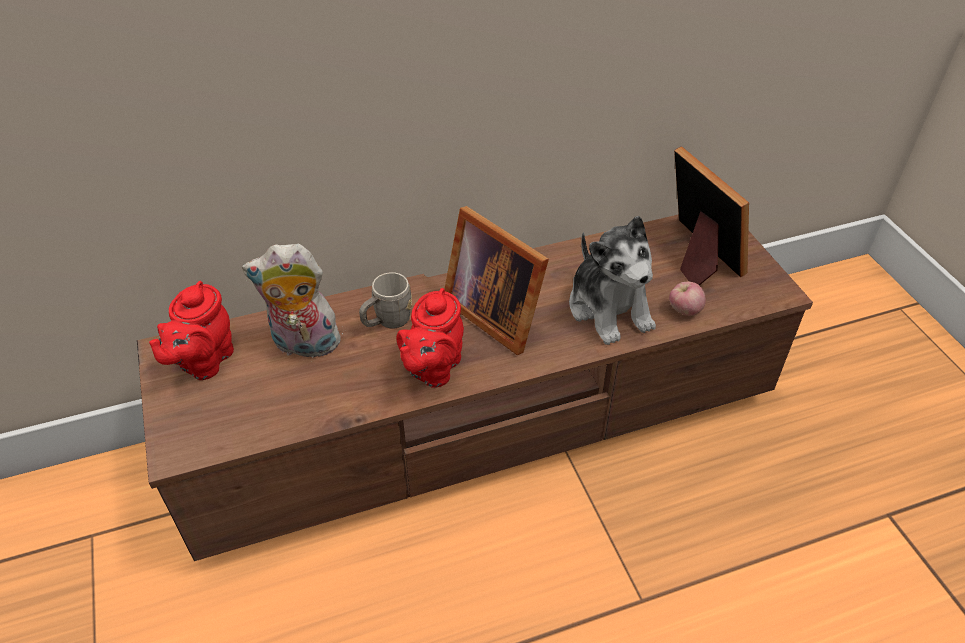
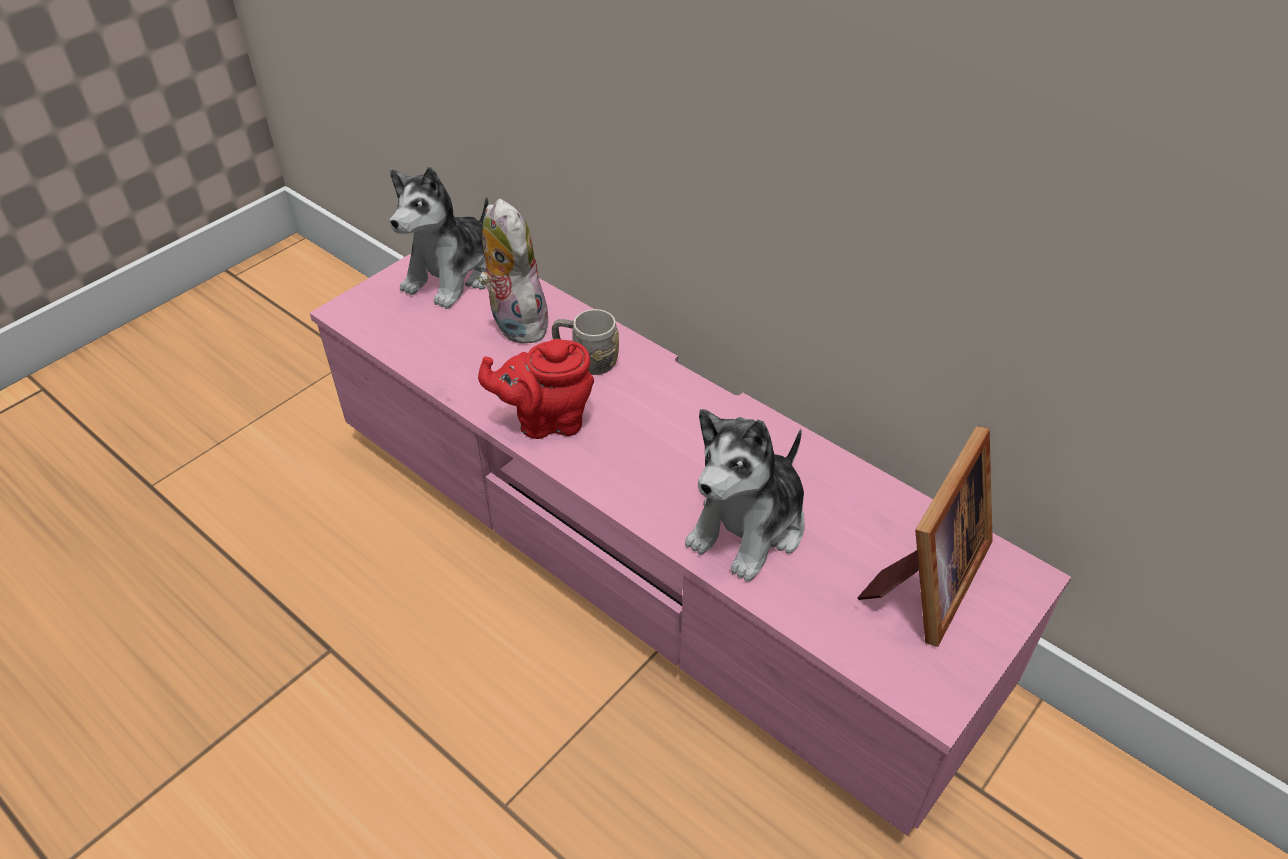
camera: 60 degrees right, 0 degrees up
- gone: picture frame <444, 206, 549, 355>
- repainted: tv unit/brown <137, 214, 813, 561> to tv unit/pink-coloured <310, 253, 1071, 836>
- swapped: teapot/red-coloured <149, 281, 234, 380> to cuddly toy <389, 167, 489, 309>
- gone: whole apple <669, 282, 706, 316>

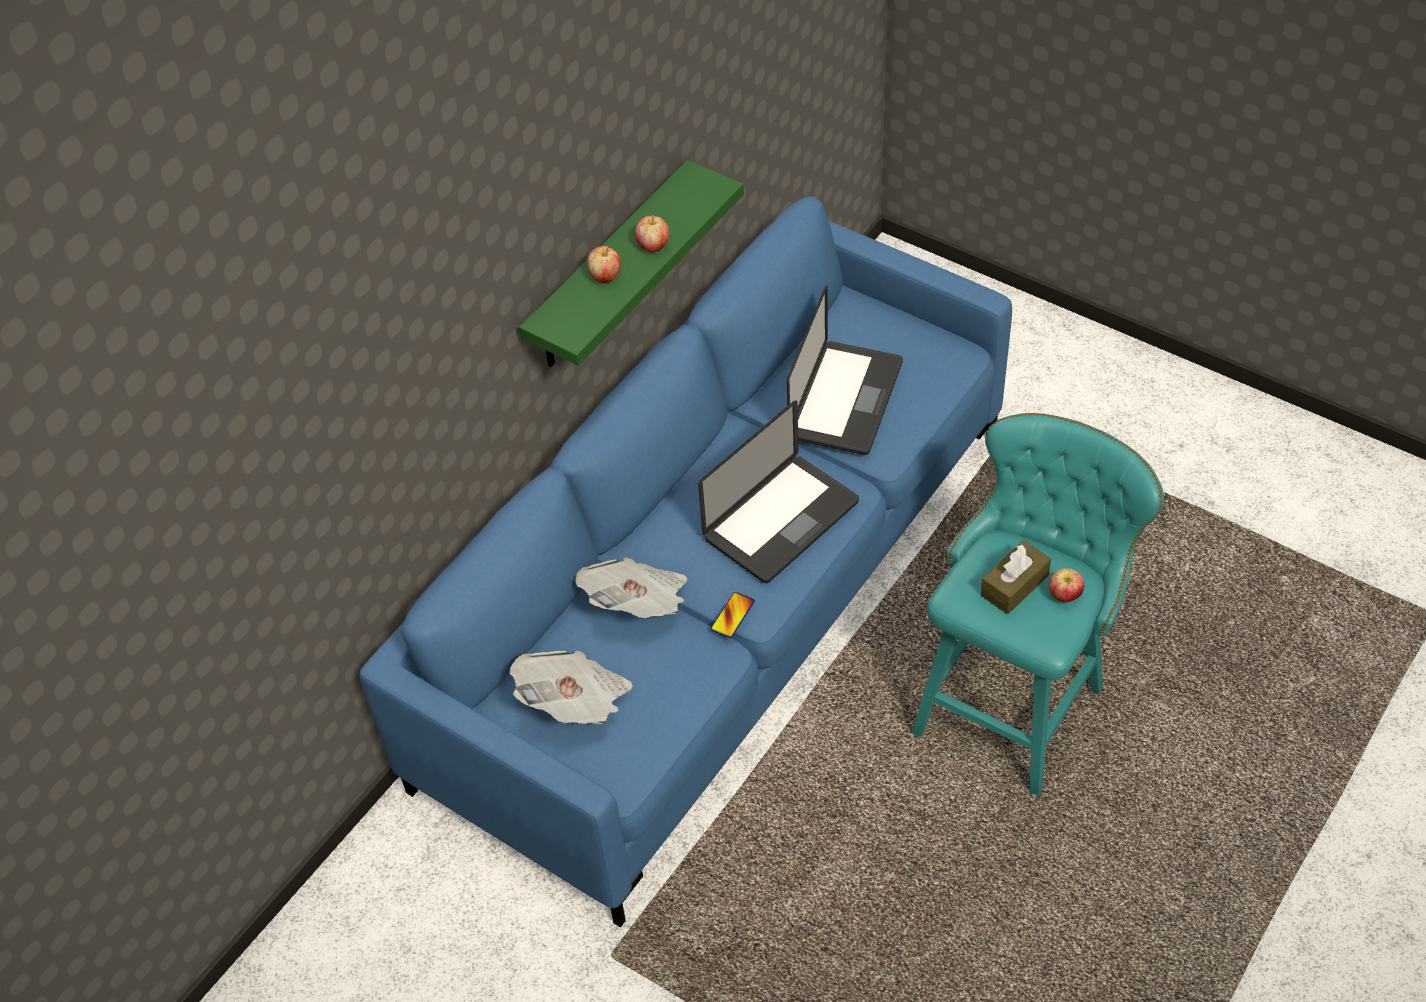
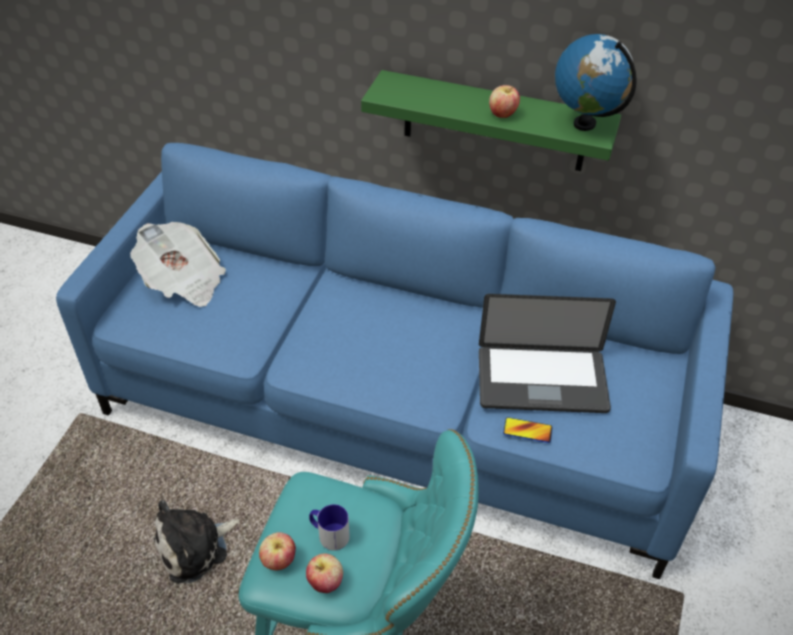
camera: 70 degrees right, 5 degrees down
- shifted: whole apple <587, 246, 621, 283> to <259, 532, 296, 570>
- gone: notebook computer <698, 400, 859, 583>
- swapped: tissue holder/brown <981, 540, 1051, 614> to coffee mug <309, 504, 350, 551>
- gone: newspaper <575, 557, 687, 618>
- shifted: phone <711, 592, 755, 638> to <503, 417, 553, 443>
- new: desk globe <555, 34, 637, 131>
- new: cuddly toy <154, 500, 239, 583>

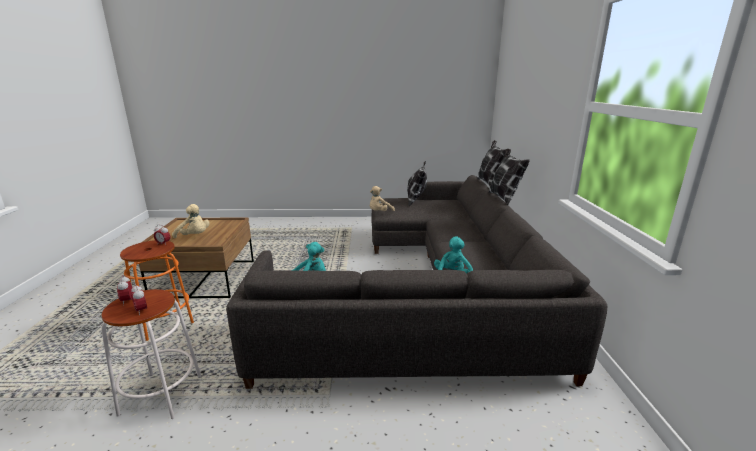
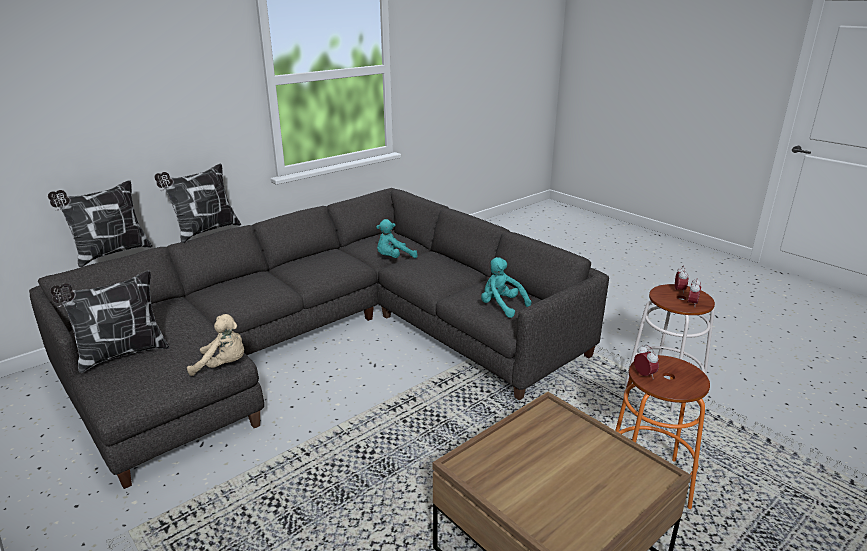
camera: 130 degrees left, 5 degrees up
- gone: cuddly toy/beige-coloured <172, 204, 210, 238>

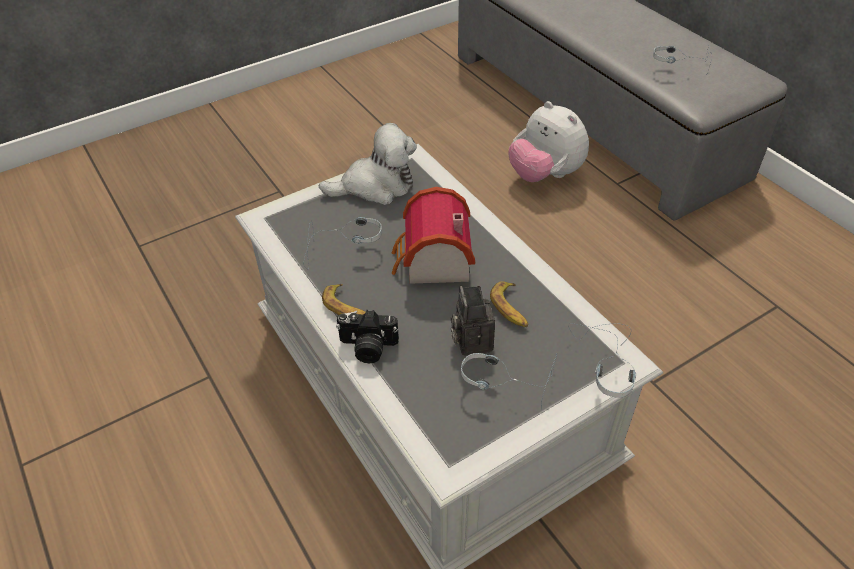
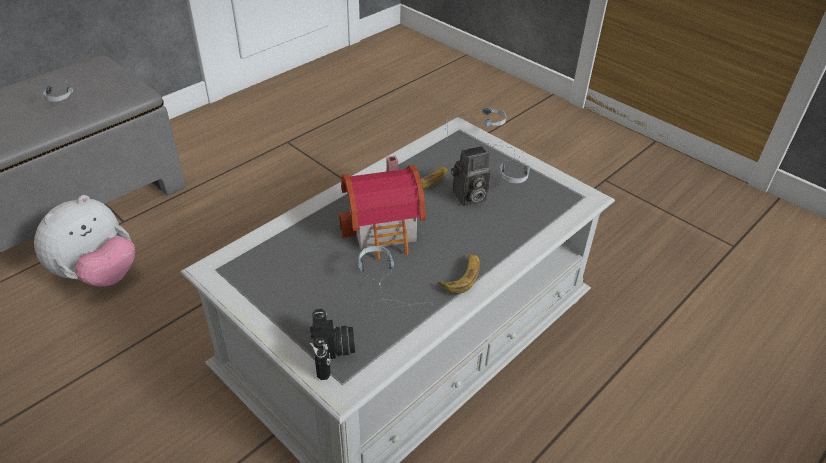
camera: 105 degrees left, 5 degrees down
- gone: cuddly toy <319, 123, 417, 205>
- shifted: still camera <336, 310, 399, 364> to <310, 309, 355, 380>

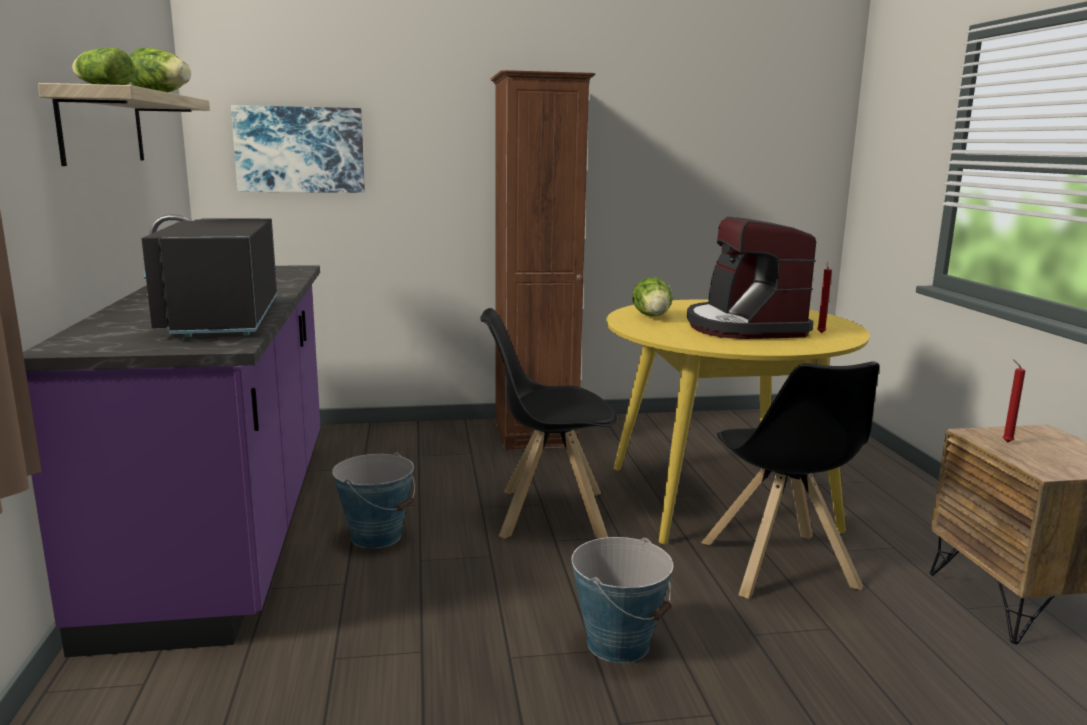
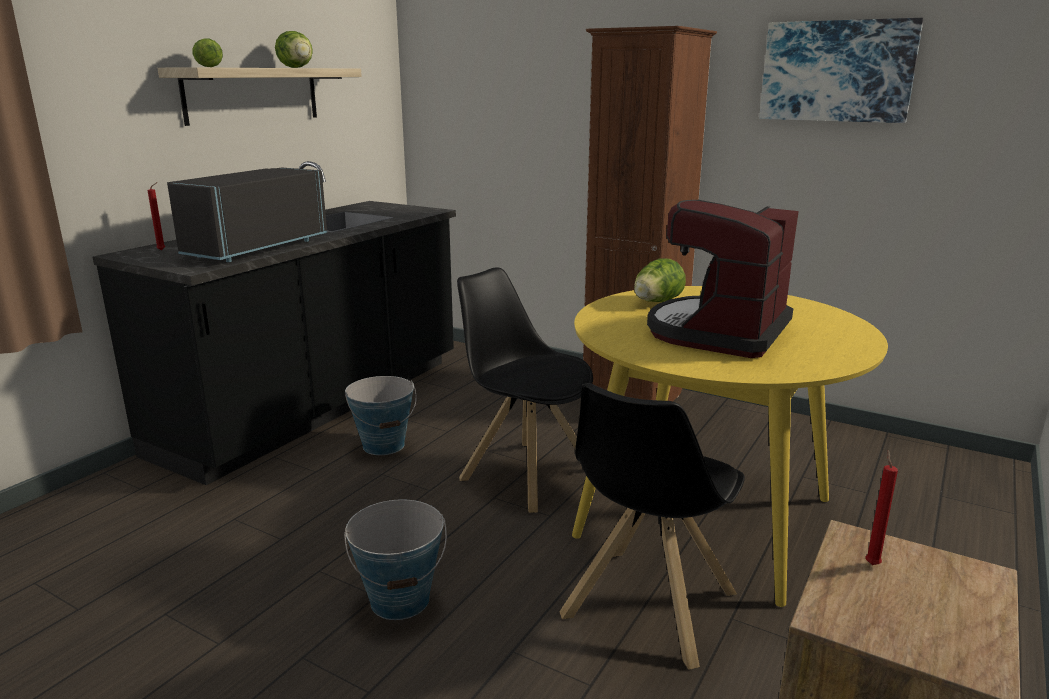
camera: 40 degrees right, 5 degrees up
- shifted: wall art <231, 105, 365, 193> to <759, 18, 924, 123>
- repainted: kitchen counter/purplish <23, 215, 321, 657> to kitchen counter/blackish <93, 161, 456, 485>
- shifted: wax candle/red-coloured <817, 261, 832, 333> to <147, 182, 165, 251>

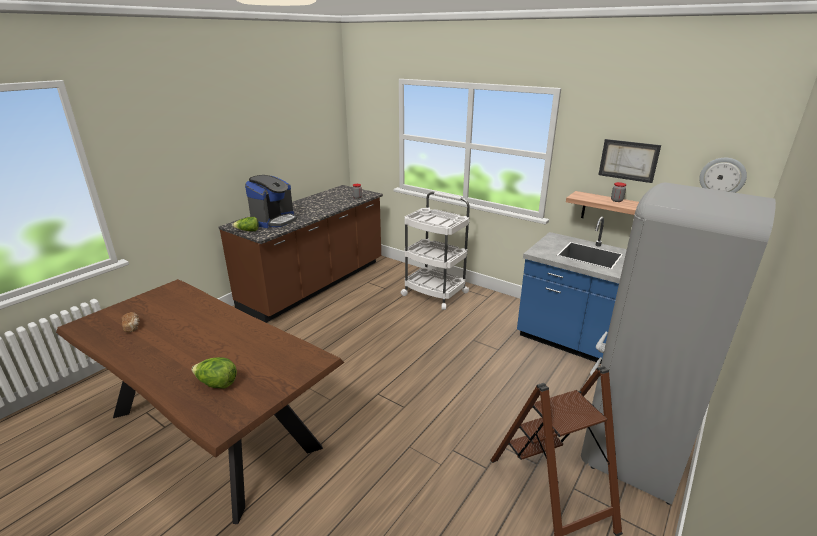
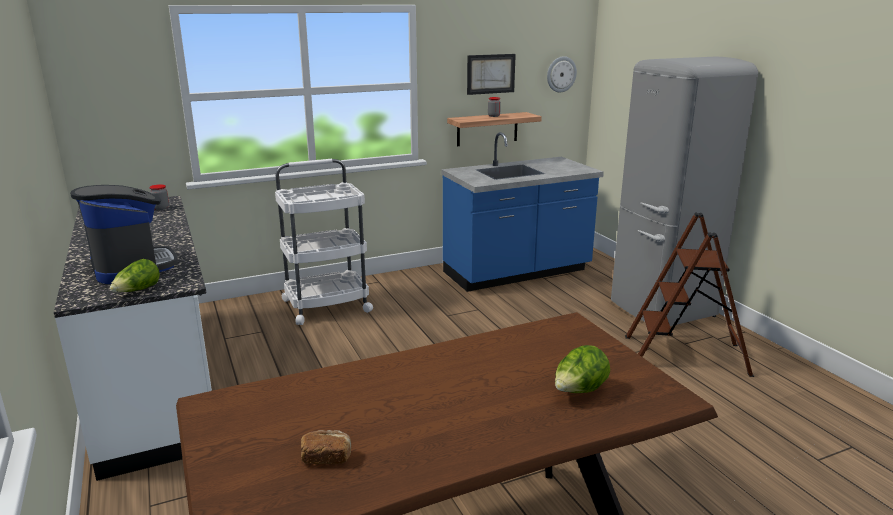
camera: 60 degrees left, 5 degrees down
- repainted: kitchen counter/brown <219, 185, 383, 323> to kitchen counter/white-coloured <54, 196, 212, 481>

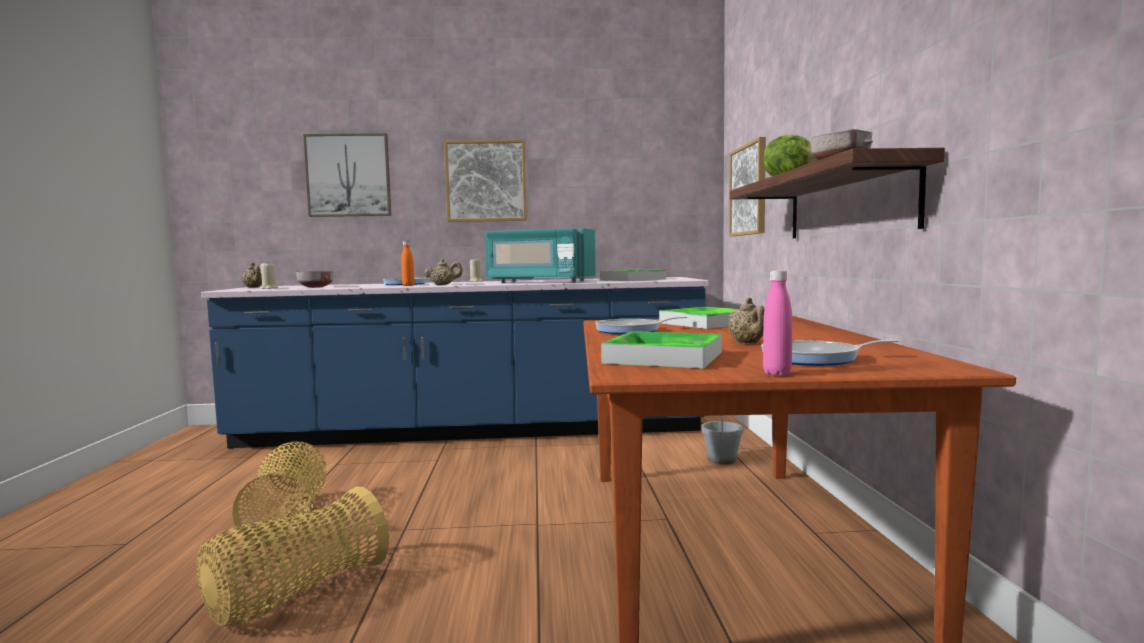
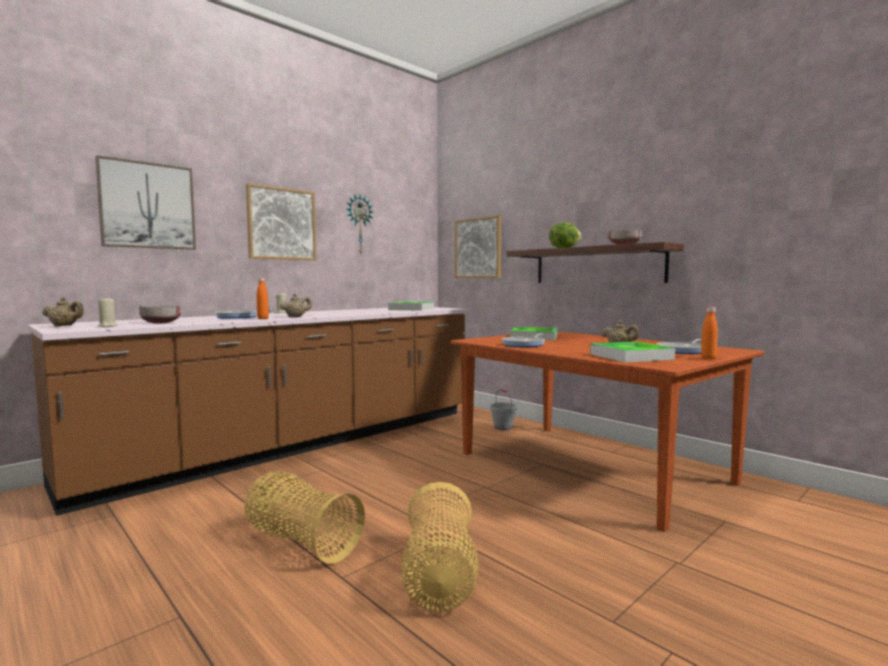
camera: 40 degrees left, 0 degrees up
- gone: kitchen microwave/blue-green <485, 228, 596, 283>
- repainted: drink bottle/pink-coloured <763, 270, 792, 376> to drink bottle/orange-coloured <701, 307, 718, 359>
- repainted: kitchen counter/blue-coloured <201, 277, 709, 448> to kitchen counter/brown <28, 307, 469, 516>
- new: hanging clock <346, 194, 373, 254>

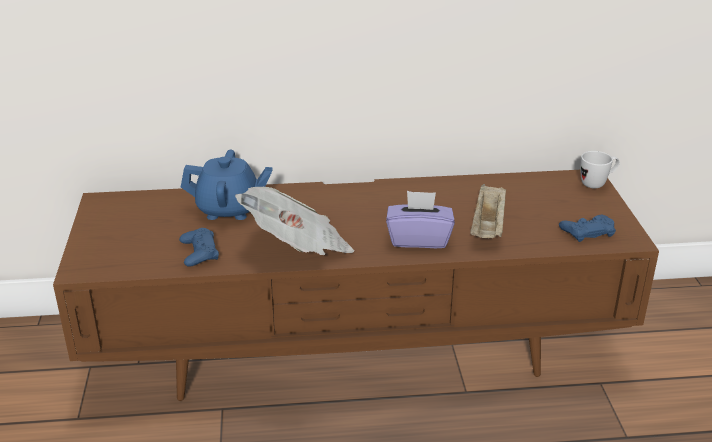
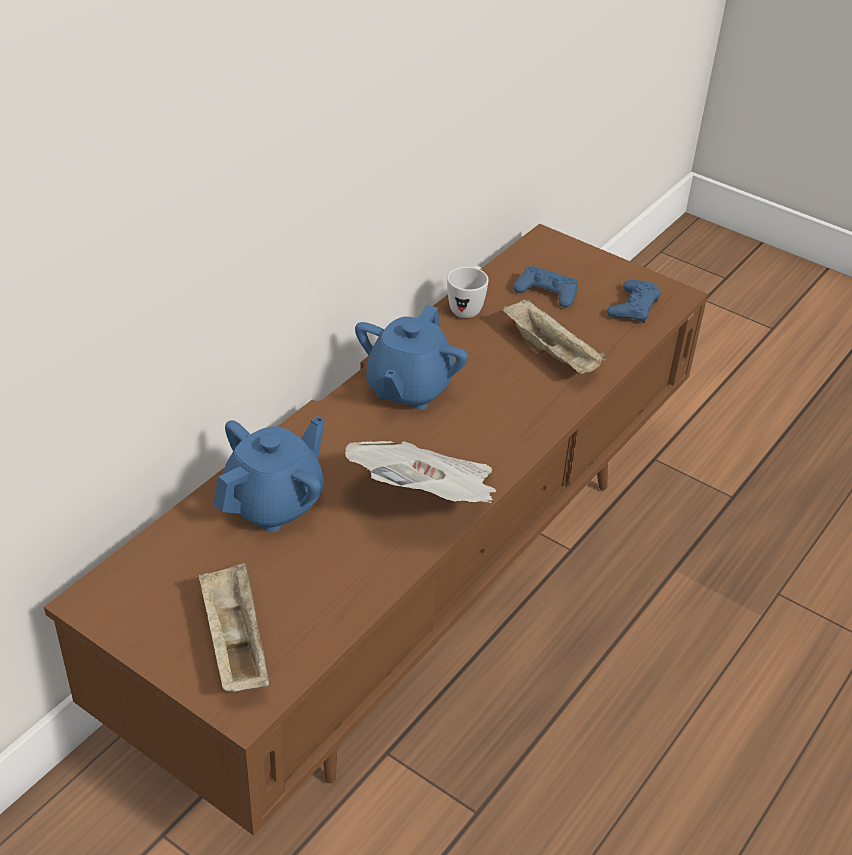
camera: 50 degrees left, 10 degrees up
- shifted: coffee mug/white-coloured <580, 151, 620, 188> to <447, 266, 489, 318>
- gone: tissue holder/purplish <386, 191, 455, 248>
- shifted: game controller/blue-coloured <179, 228, 219, 267> to <513, 266, 578, 307>
- new: teapot/blue-coloured <355, 305, 468, 410>
- new: carrying tray/beige-coloured <199, 562, 269, 692>

